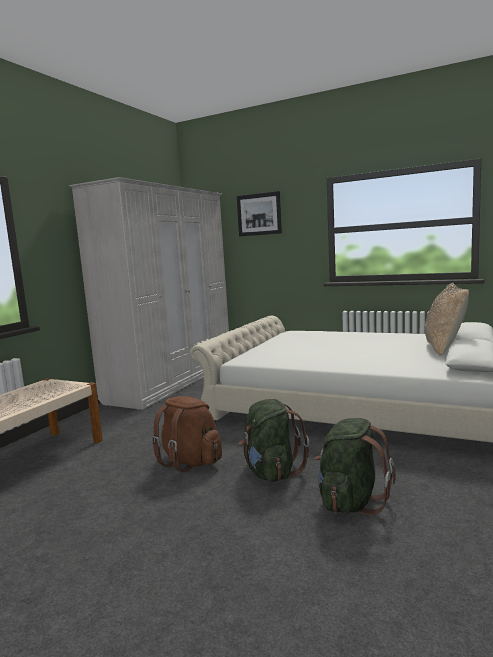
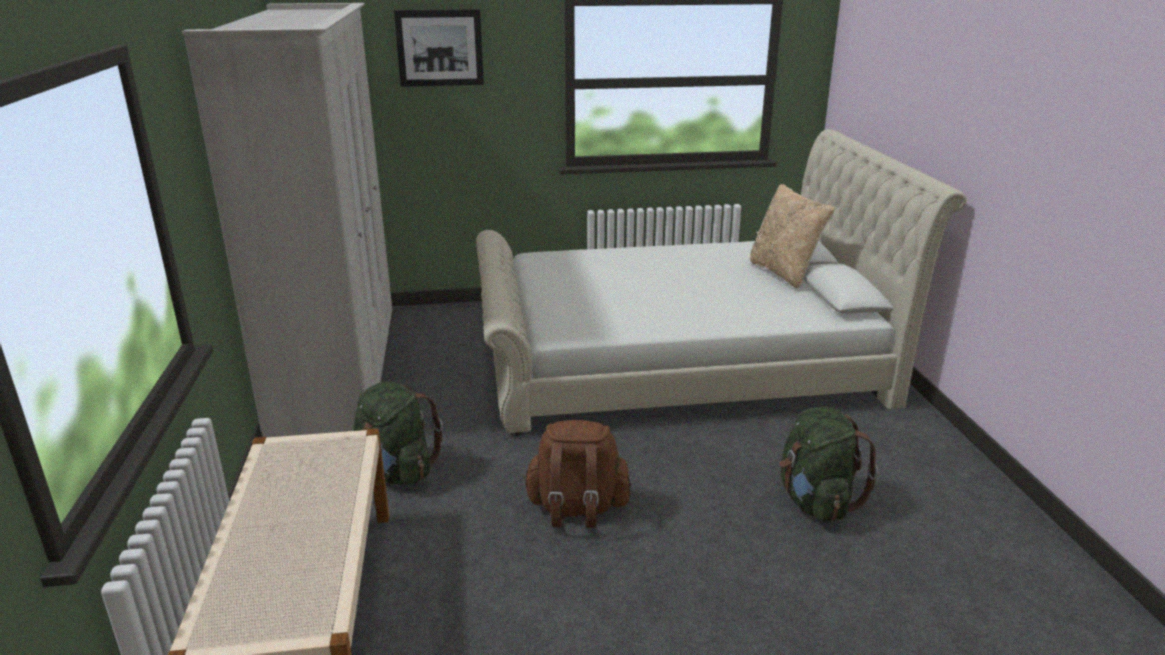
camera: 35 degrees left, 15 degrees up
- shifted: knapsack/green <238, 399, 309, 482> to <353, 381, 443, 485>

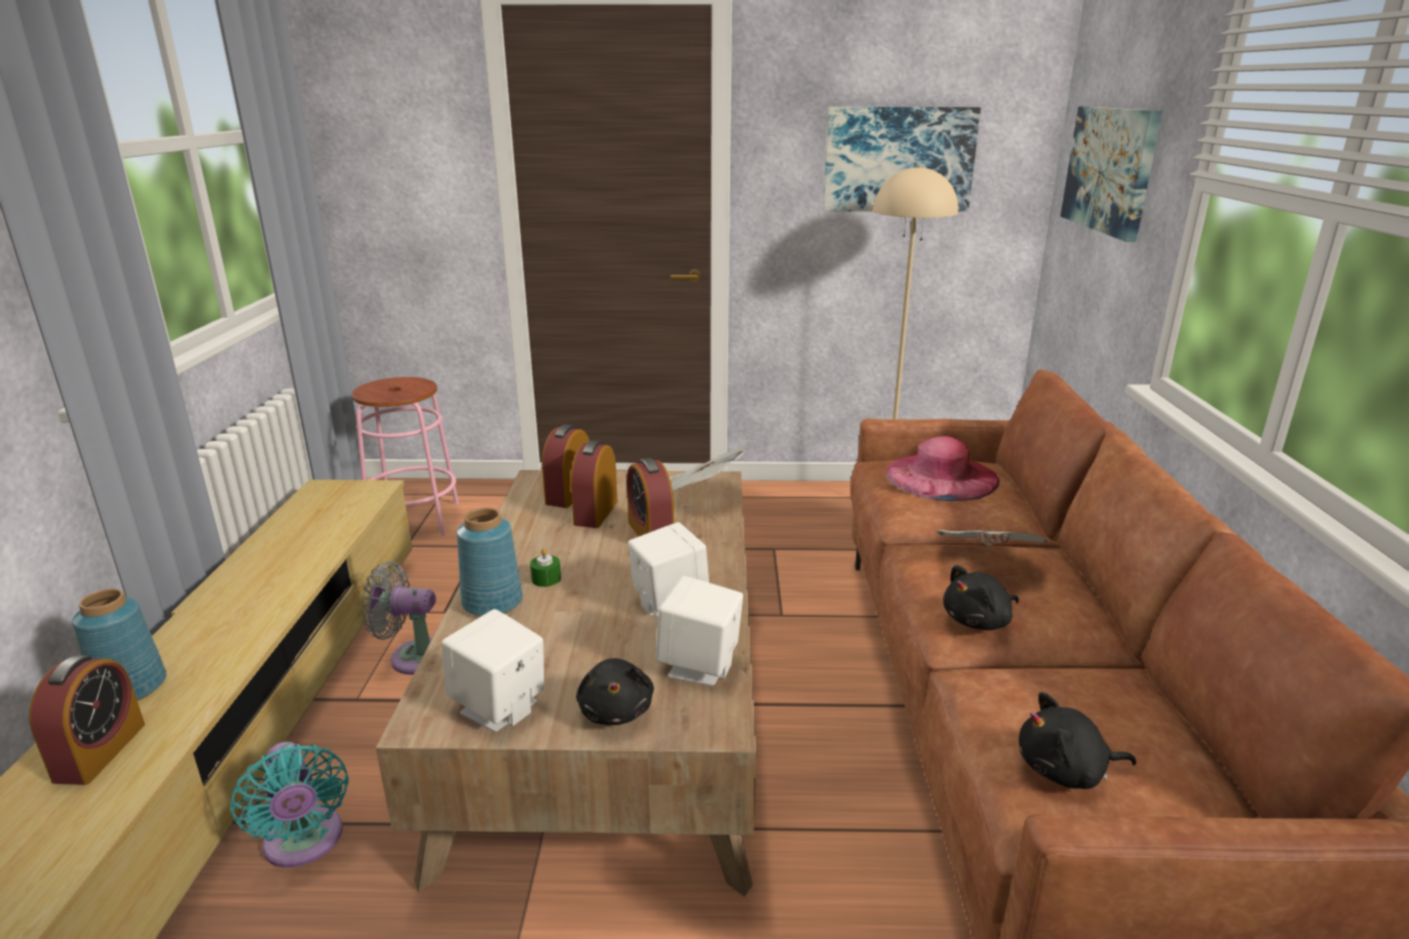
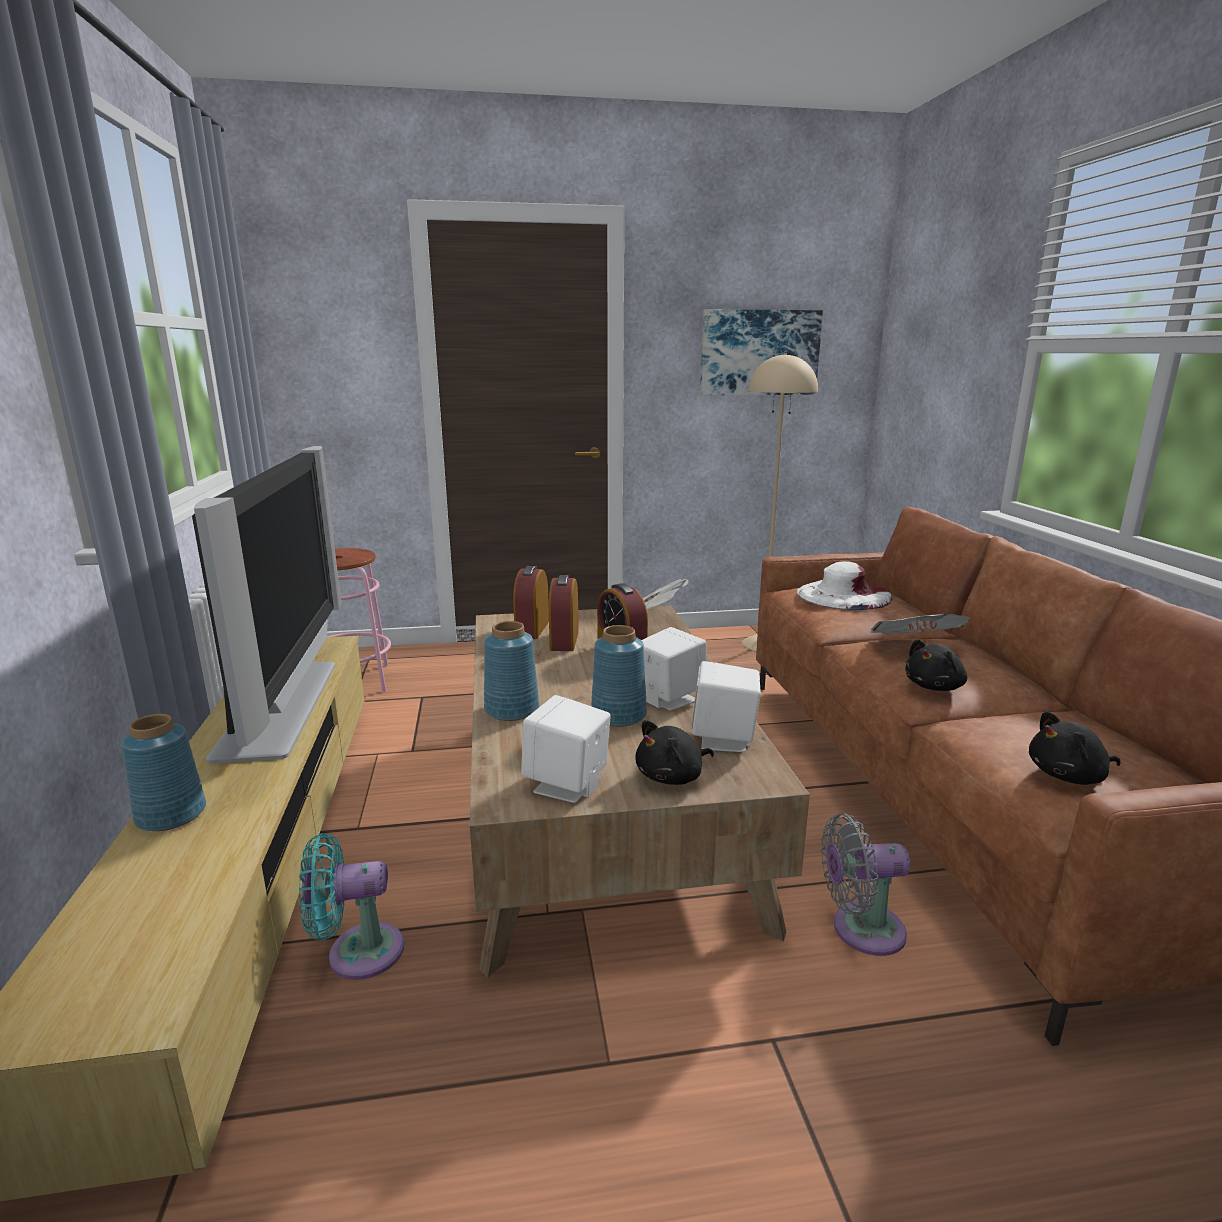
camera: 10 degrees left, 5 degrees down
- gone: wall art <1060, 106, 1162, 242>
- repainted: hat/pink-coloured <886, 436, 999, 501> to hat/white-coloured <797, 561, 892, 610>
- gone: wax candle/green <530, 548, 561, 587>
- shifted: cooling fan/grey <361, 561, 436, 675> to <821, 813, 910, 956>
- gone: alarm clock <29, 655, 145, 785>
- rotated: cuddly toy/blackish <576, 658, 654, 725> = <635, 720, 714, 785> 75 degrees clockwise
- rotated: cooling fan/blue-green <230, 742, 349, 868> = <299, 833, 404, 980> 120 degrees clockwise
- new: TV set <192, 446, 341, 764>
- new: decorative vase/blue-coloured <591, 625, 647, 727>

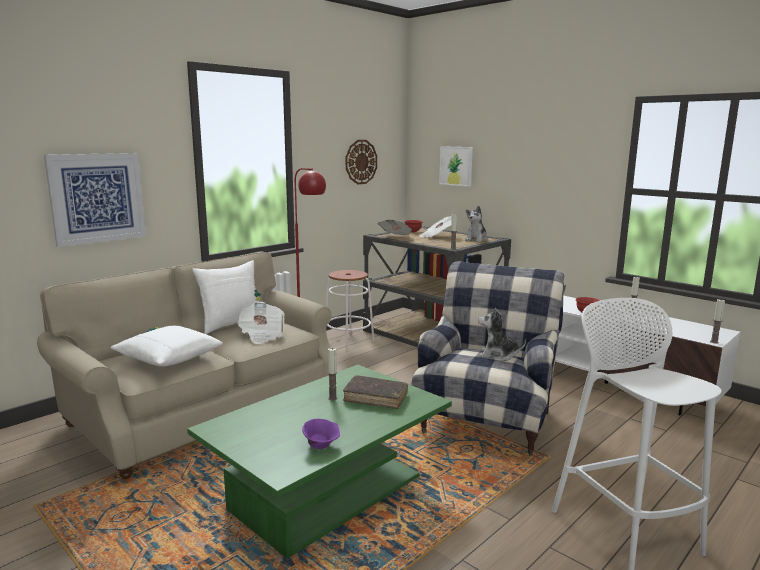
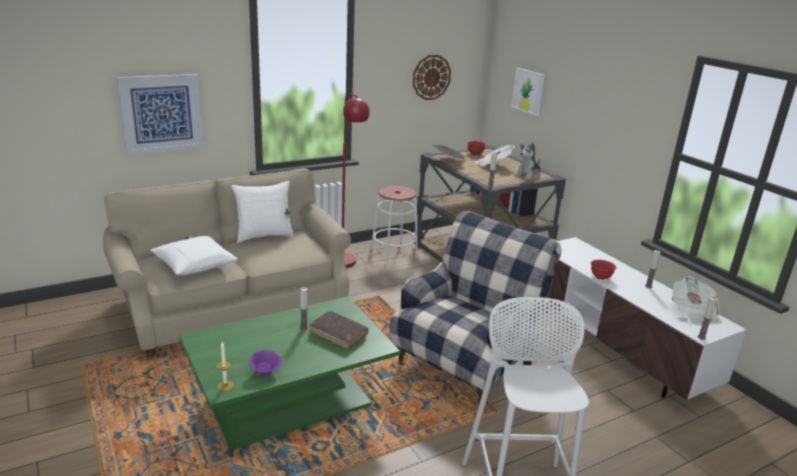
camera: 15 degrees right, 10 degrees up
- shifted: newspaper <237, 302, 285, 344> to <672, 276, 720, 326>
- gone: cuddly toy <478, 308, 526, 361>
- new: wax candle <217, 342, 234, 391>

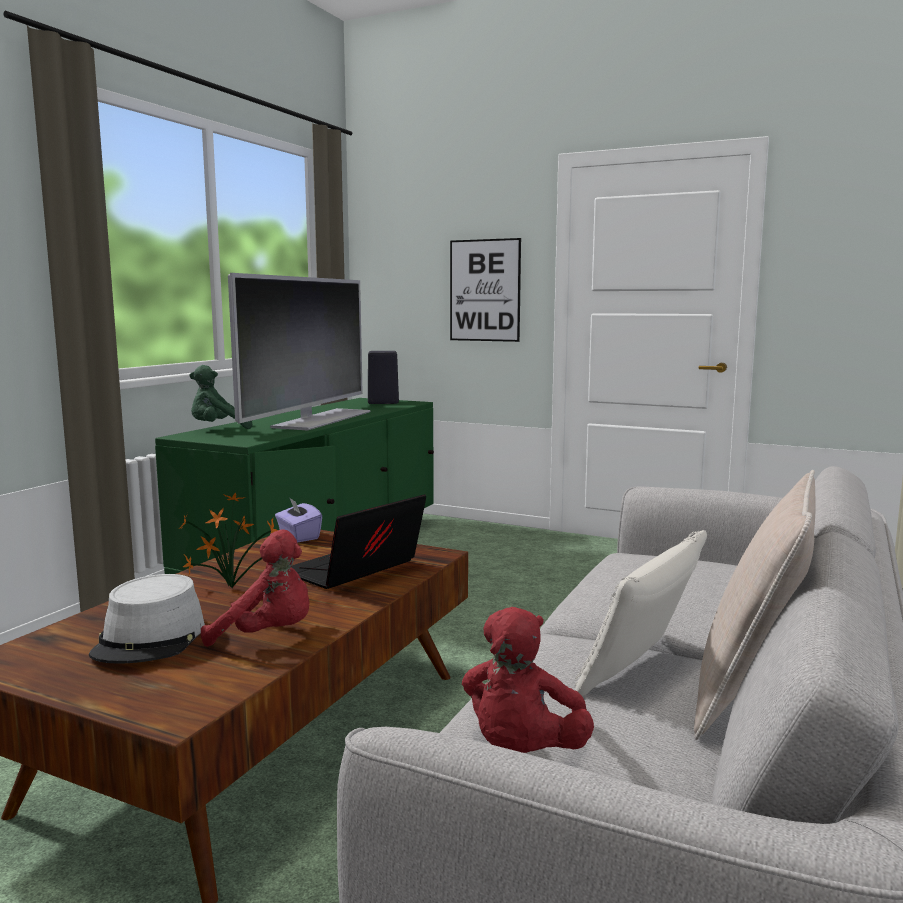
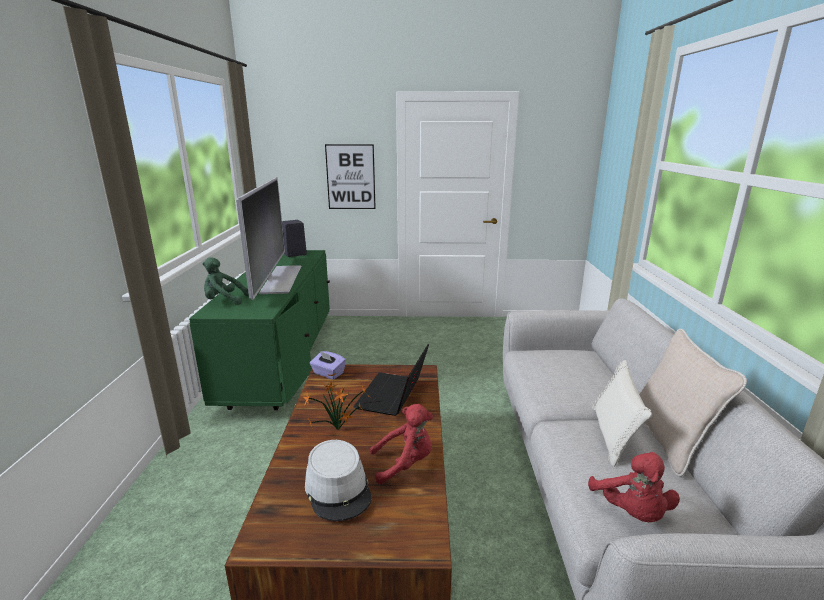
camera: 25 degrees left, 10 degrees up
- rotated: cuddly toy/green <189, 365, 253, 429> = <203, 257, 249, 305> 45 degrees clockwise

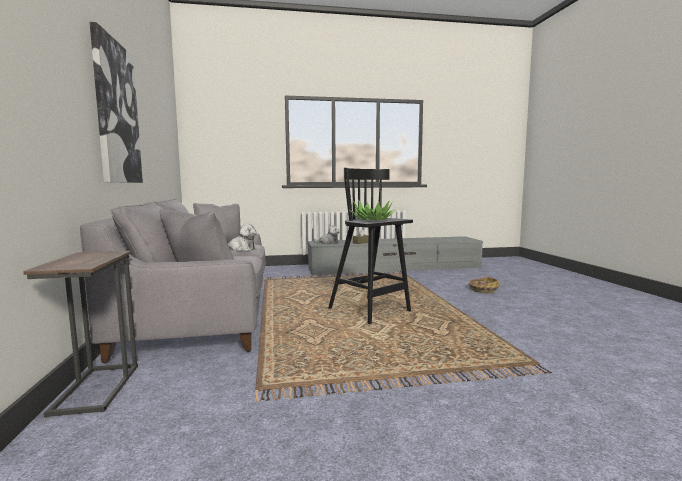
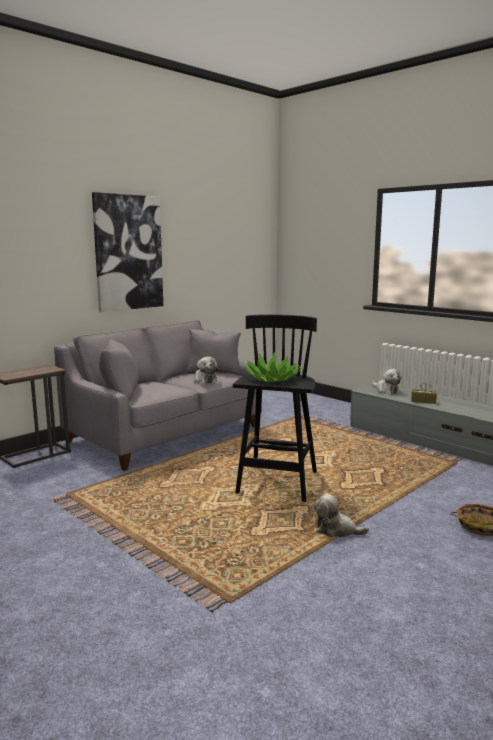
camera: 55 degrees right, 5 degrees up
- new: cuddly toy <314, 494, 369, 537>

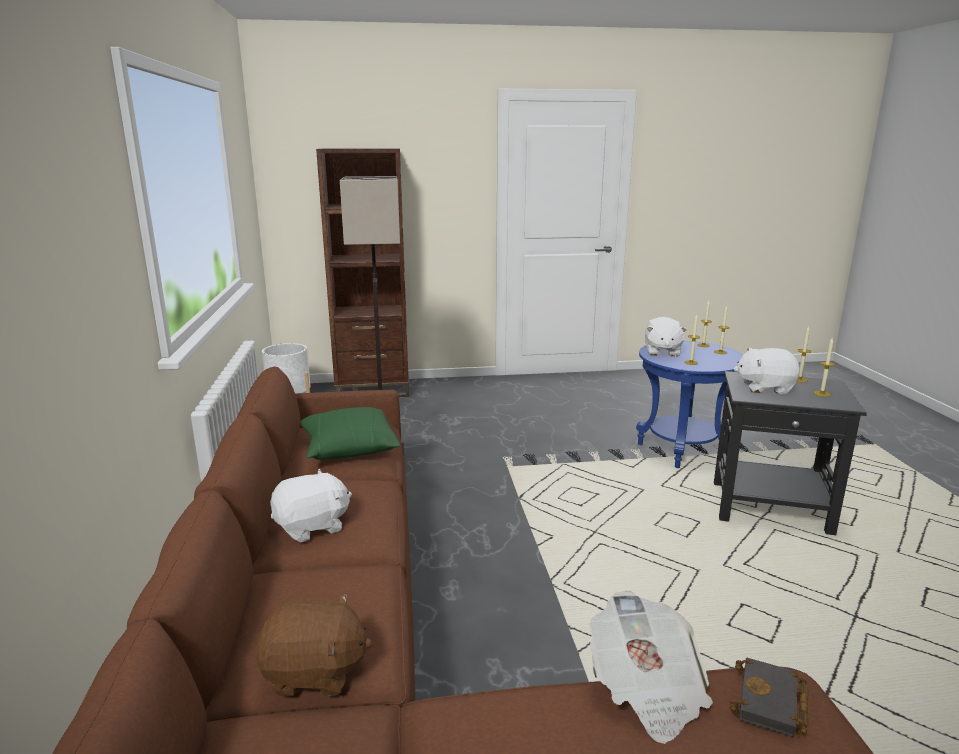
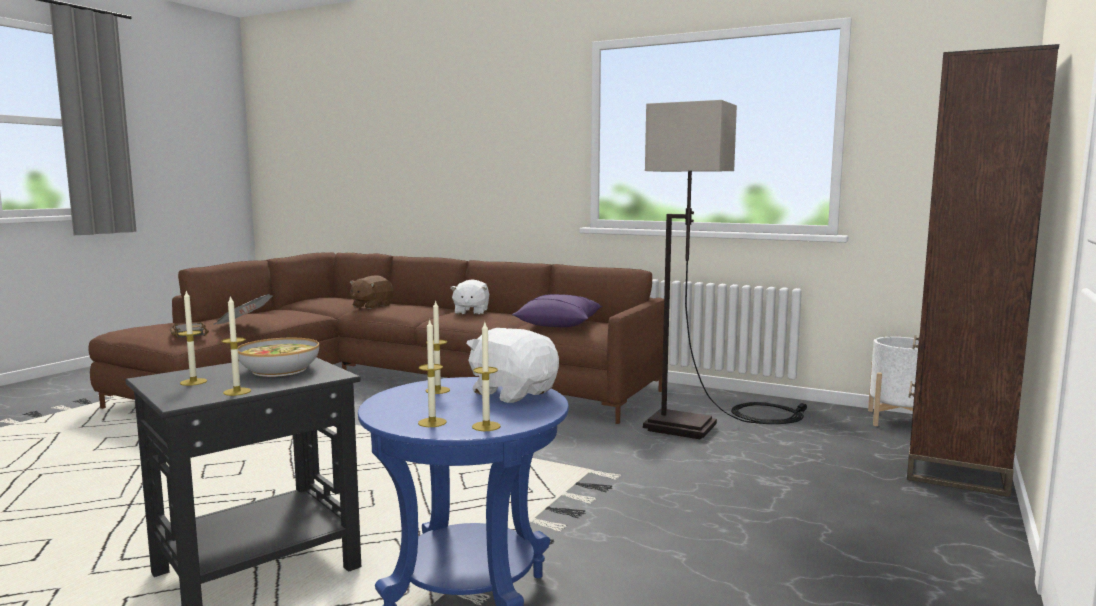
camera: 125 degrees right, 10 degrees down
- swapped: cuddly toy/white-coloured <734, 348, 800, 394> to deep dish <238, 338, 319, 377>
- repainted: pillow/green <299, 407, 400, 460> to pillow/purplish <512, 294, 602, 327>

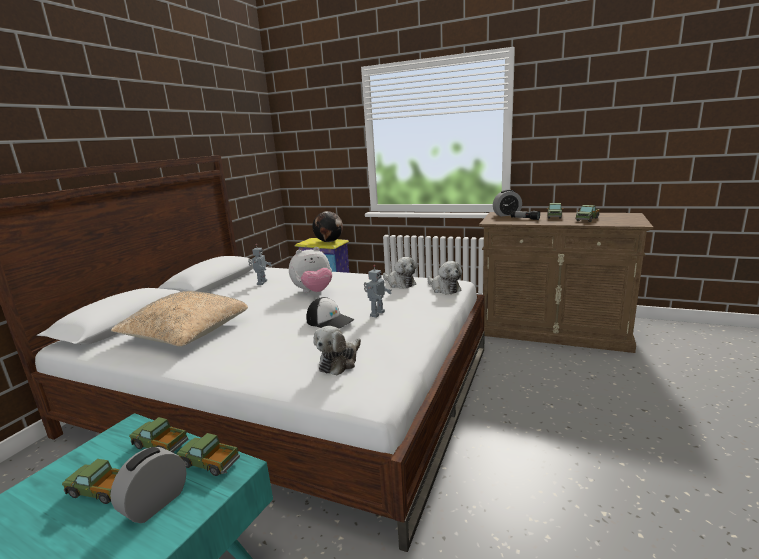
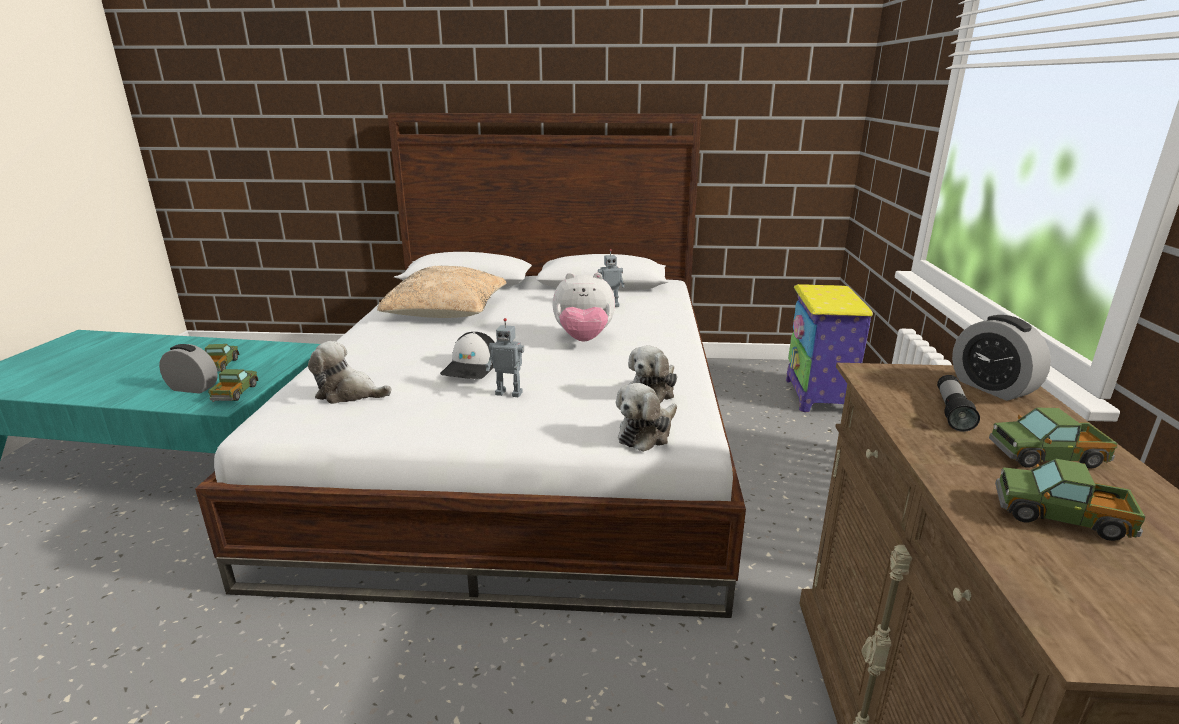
camera: 70 degrees right, 5 degrees up
- gone: desk globe <312, 211, 343, 242>
- rotated: cuddly toy <289, 247, 332, 293> = <552, 273, 615, 341> 45 degrees counterclockwise
- gone: toy lorry <129, 417, 188, 453>

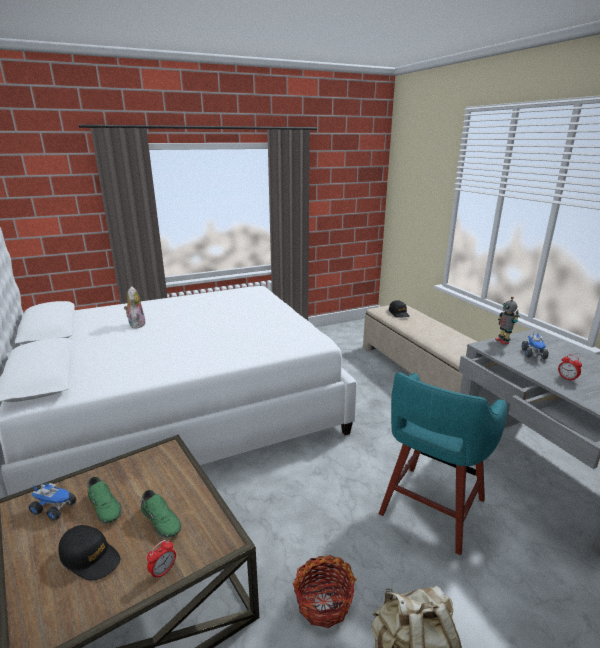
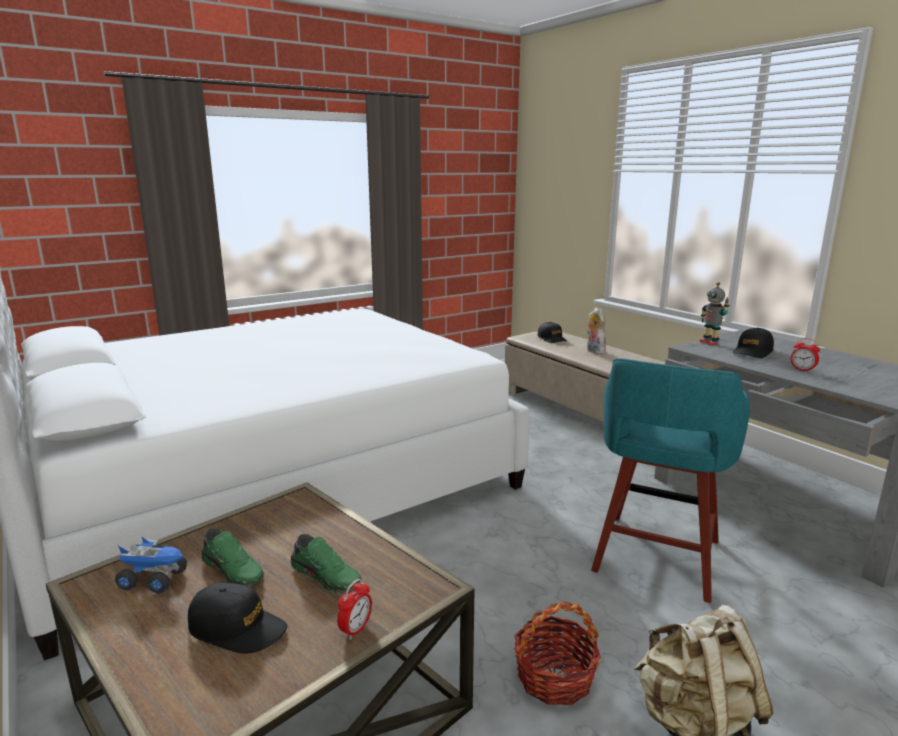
camera: 10 degrees left, 5 degrees down
- shifted: cuddly toy <124, 286, 146, 328> to <587, 307, 606, 354>
- swapped: toy lorry <522, 333, 549, 359> to cap/blackish <733, 328, 774, 358>

